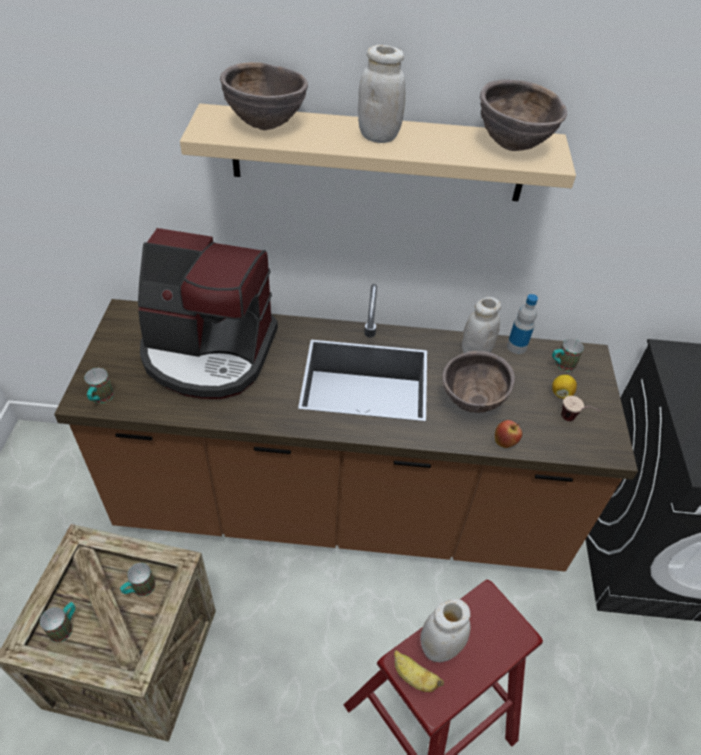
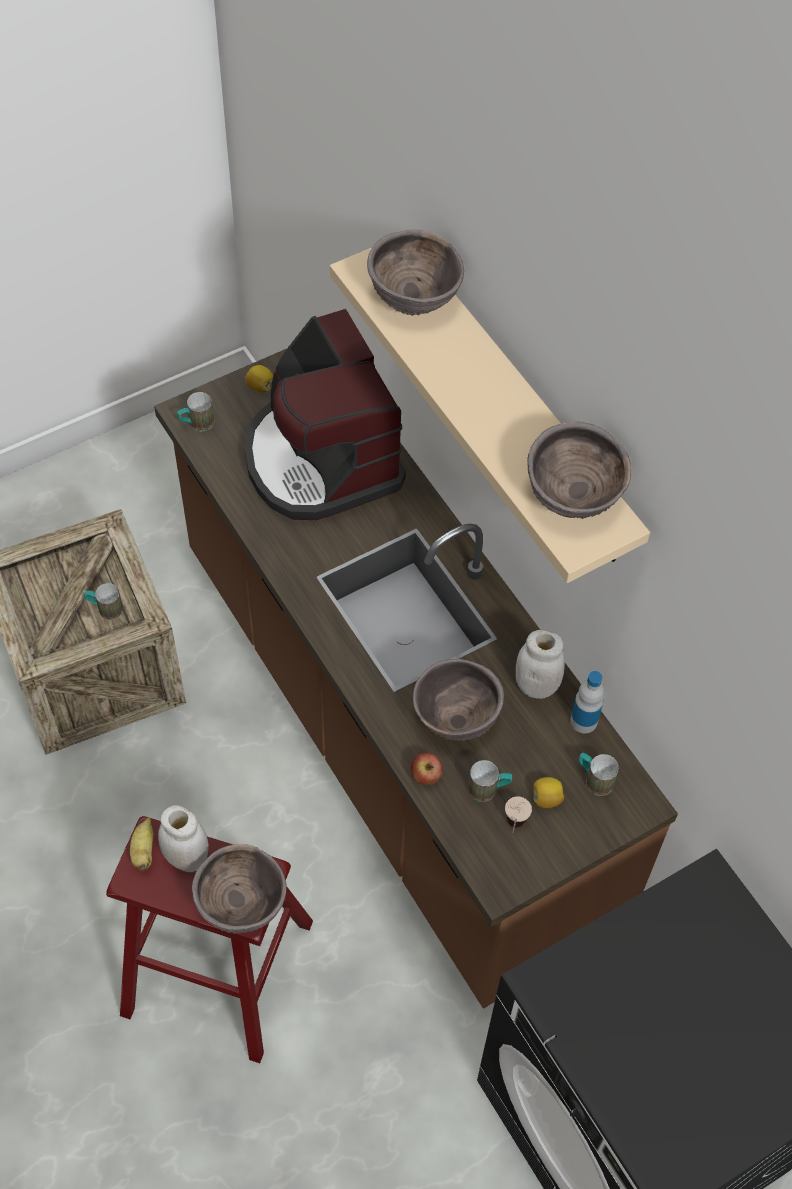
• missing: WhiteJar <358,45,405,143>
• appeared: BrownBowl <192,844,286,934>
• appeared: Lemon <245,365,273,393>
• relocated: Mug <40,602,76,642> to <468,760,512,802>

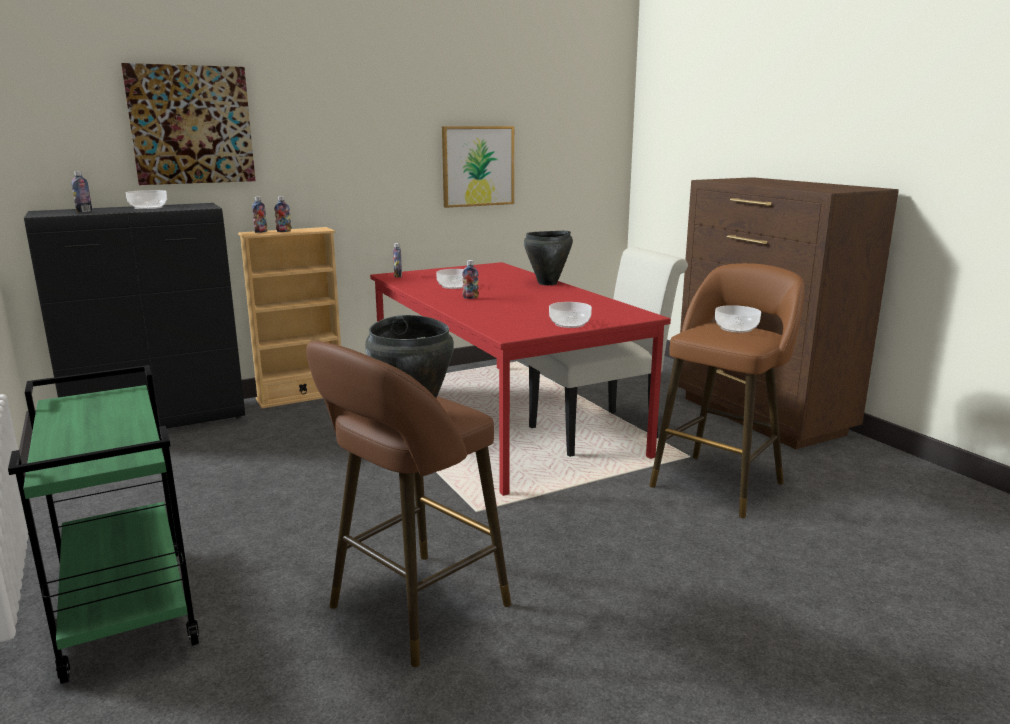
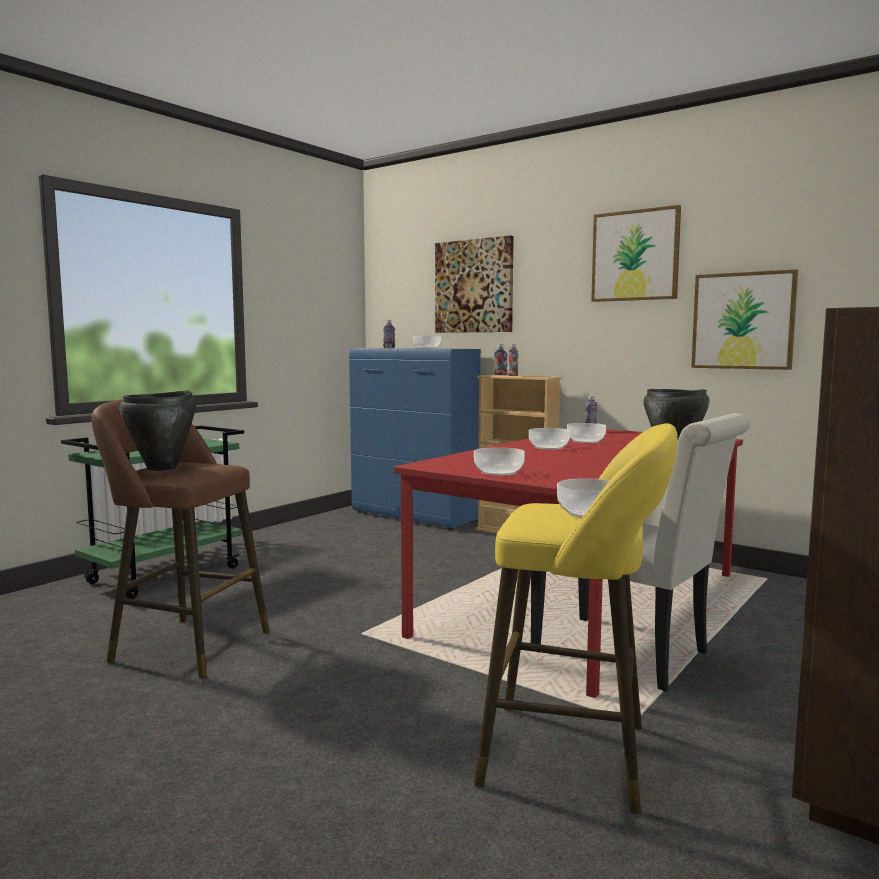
• appeared: Picture <591,205,681,302>
• exchanged: Bottle <462,260,479,299> to Bowl <529,428,570,450>
• colour: BlackCabinet <24,203,245,429> to BlueCabinet <349,348,480,530>
• colour: BrownStool <649,263,805,518> to YellowStool <474,423,678,814>

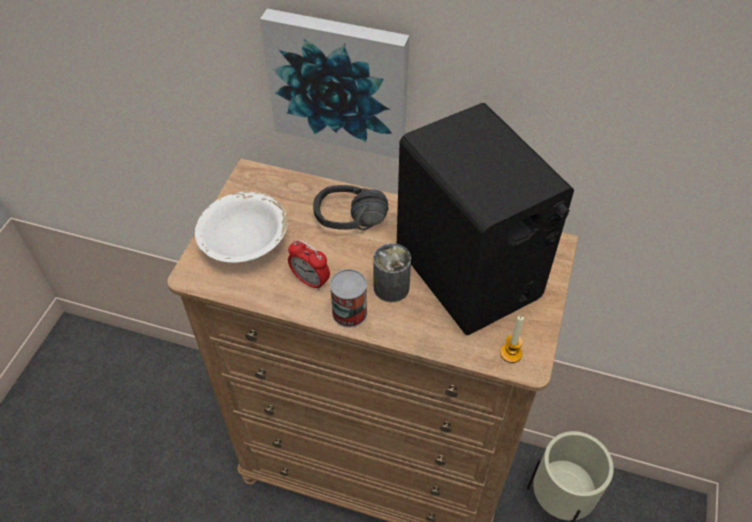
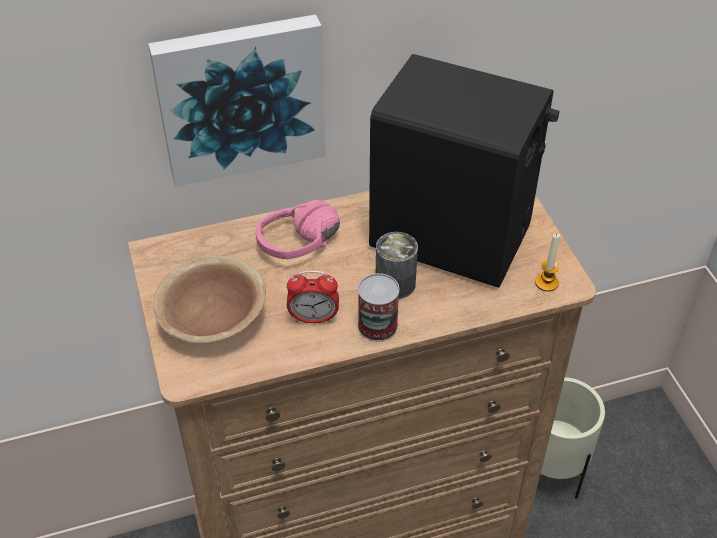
• colour: WhiteBowl <195,191,288,263> to BrownBowl <153,255,266,343>
• colour: BlackHeadphones <313,185,389,230> to PinkHeadphones <256,200,340,260>

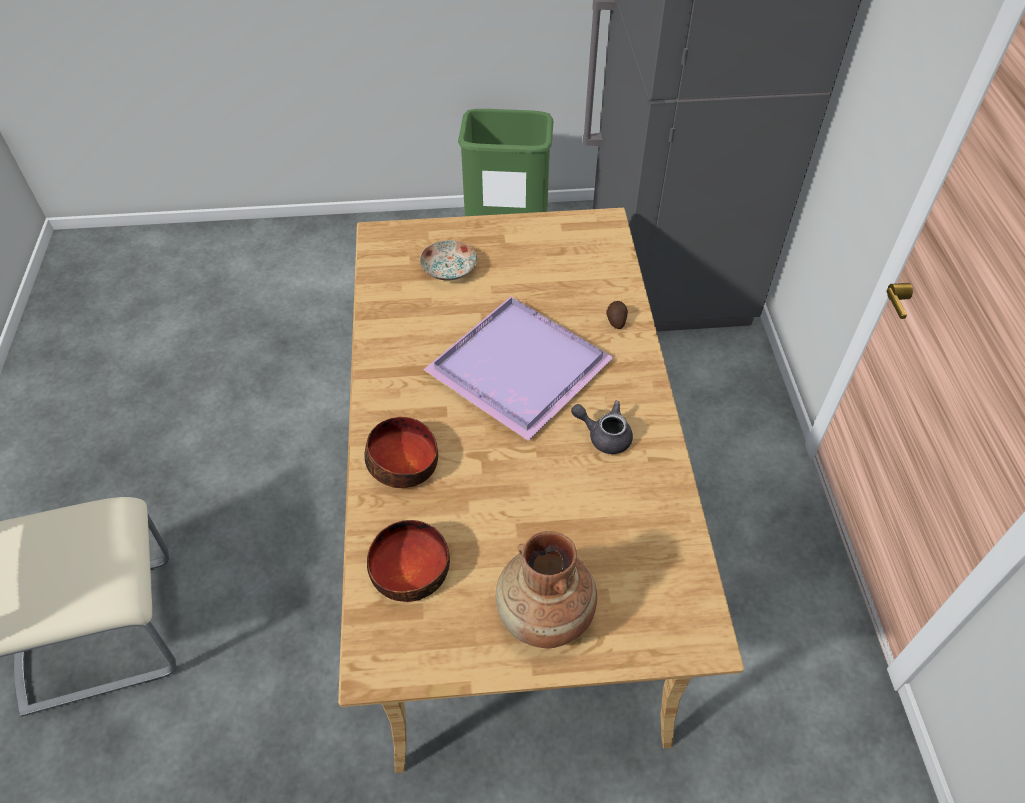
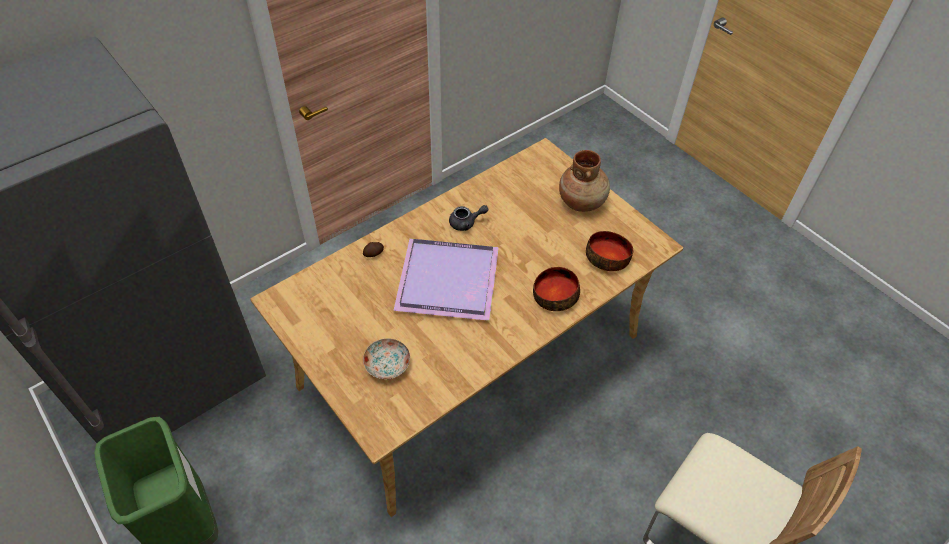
• spun: GreyTeapot <571,401,633,454> = <449,205,488,231> 90 degrees counterclockwise

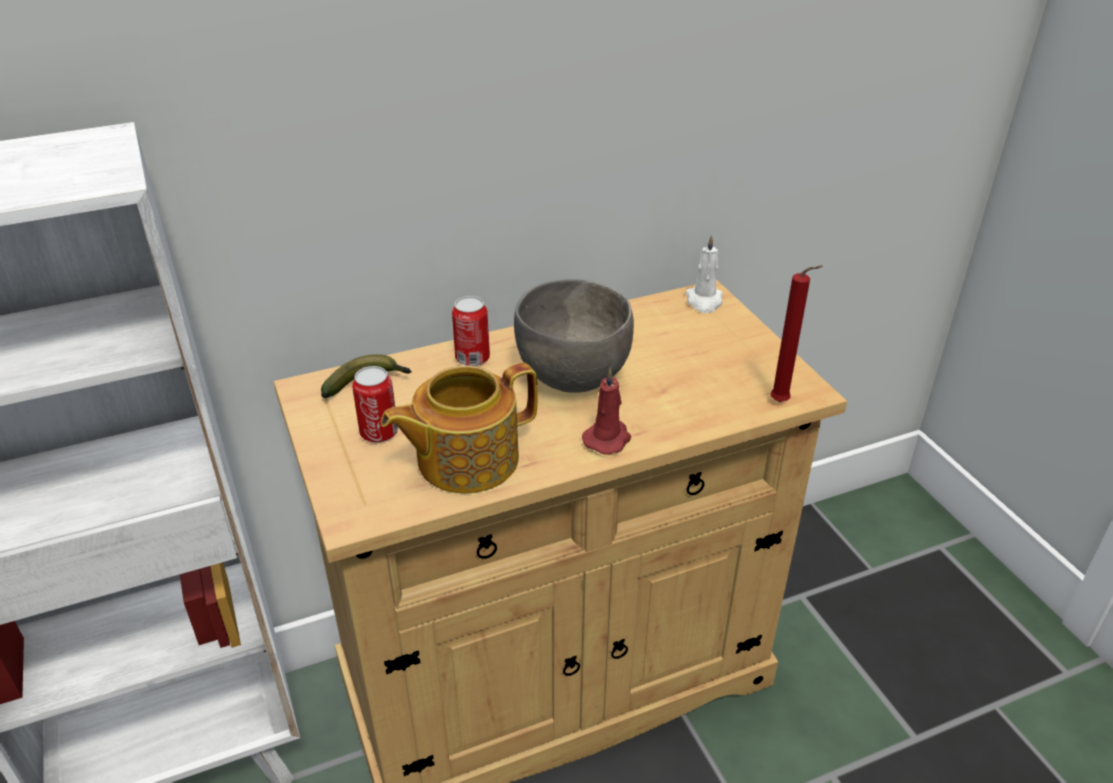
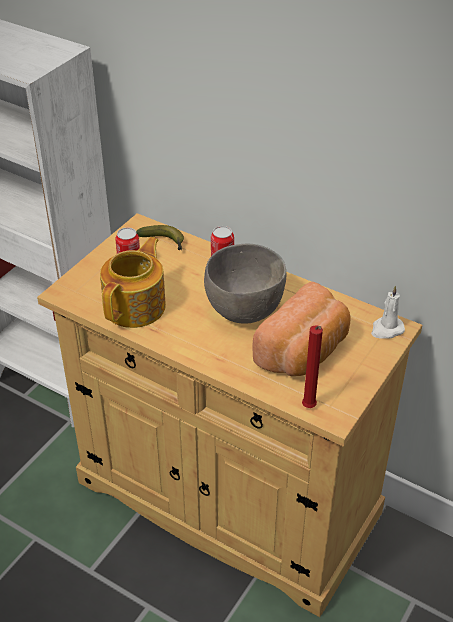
• missing: RedCandle <582,368,631,455>
• appeared: Bread <252,281,351,376>
• spun: Teapot <381,363,538,493> = <100,237,166,328> 90 degrees clockwise

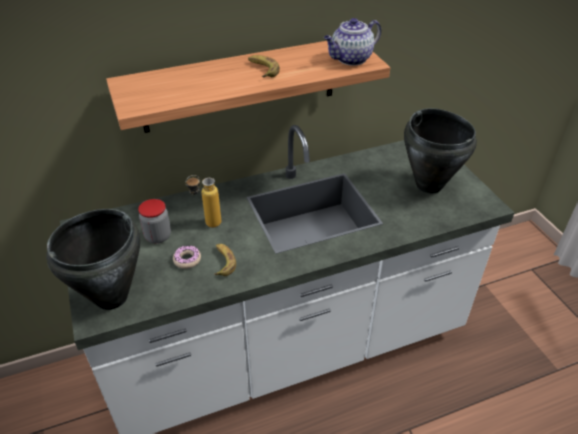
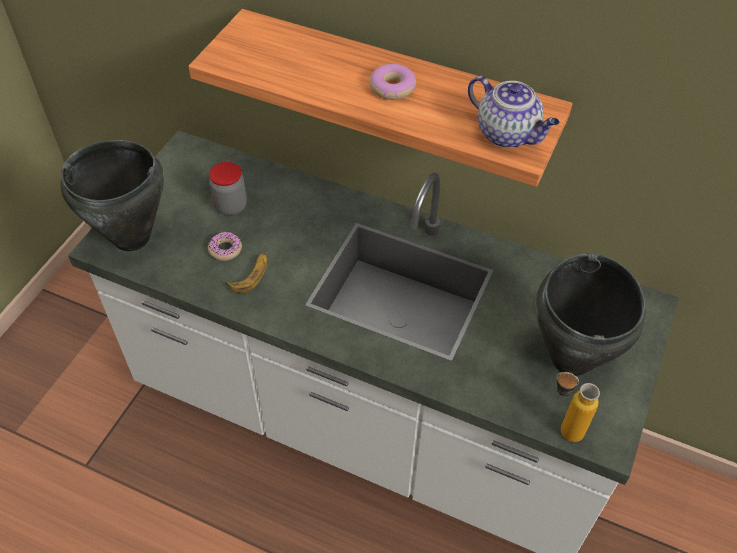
• relocated: Bottle <186,175,221,227> to <556,372,600,442>
• exchanged: Banana <248,55,280,77> to Donut <369,64,416,100>
• spun: Teapot <324,18,381,66> = <468,76,560,148> 150 degrees counterclockwise

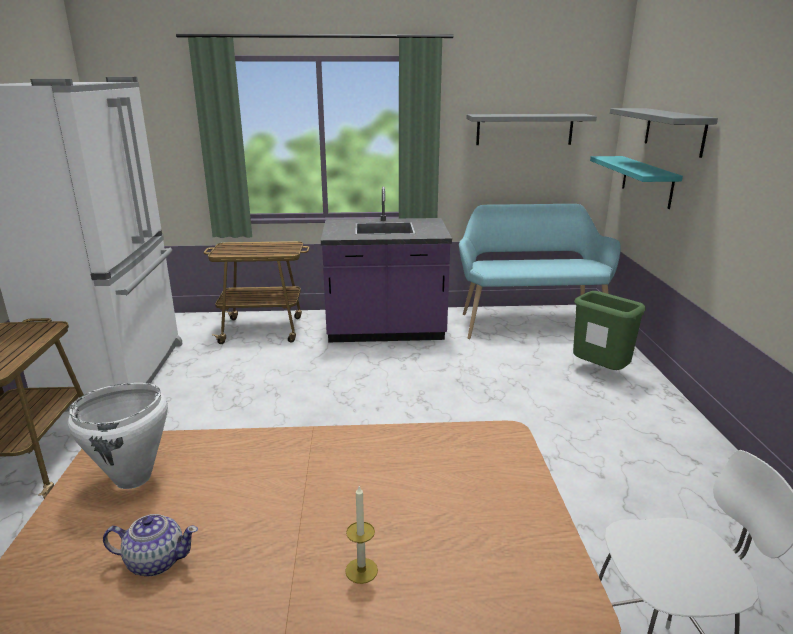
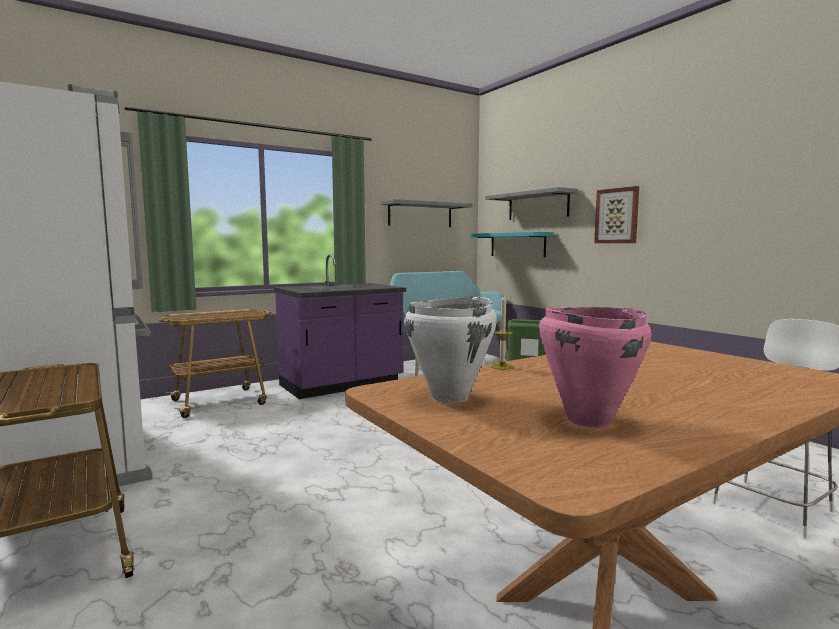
• appeared: Picture <594,186,639,243>
• relocated: Candle <345,486,378,584> to <491,295,514,370>
• exchanged: Teapot <103,514,198,576> to PinkCookingPot <539,307,652,428>

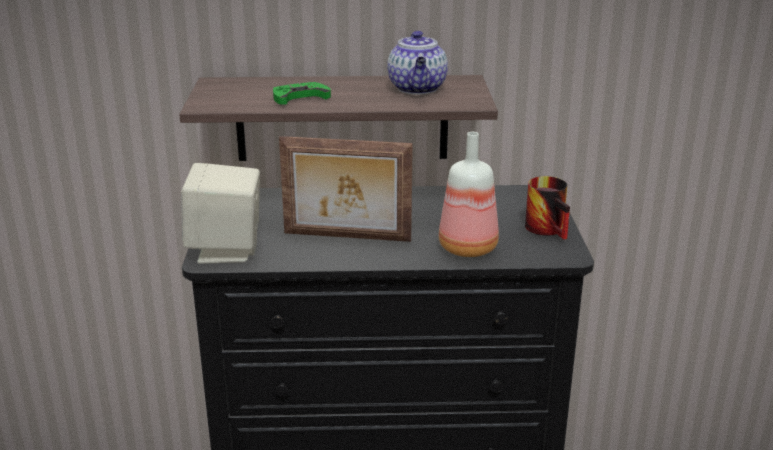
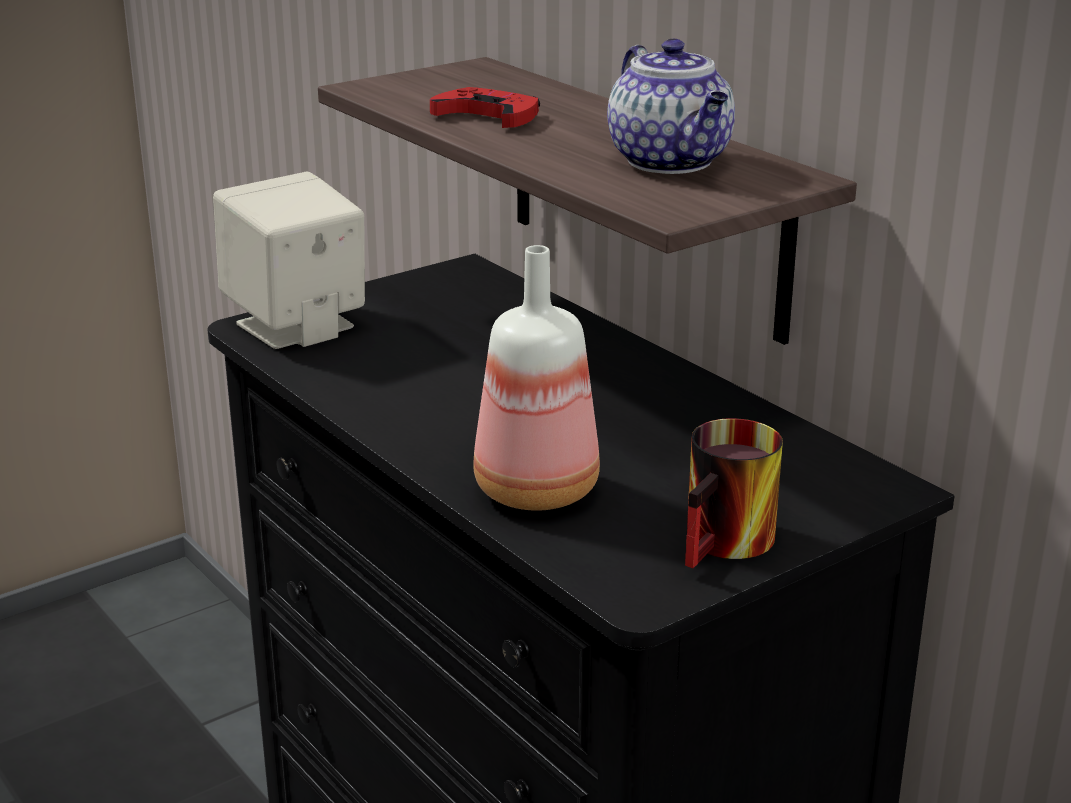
• missing: PictureFrame <279,136,413,242>
• colour: GreenGameController <273,82,331,105> to RedGameController <430,87,540,128>
• spun: Teapot <387,31,448,95> = <607,39,735,174> 75 degrees counterclockwise

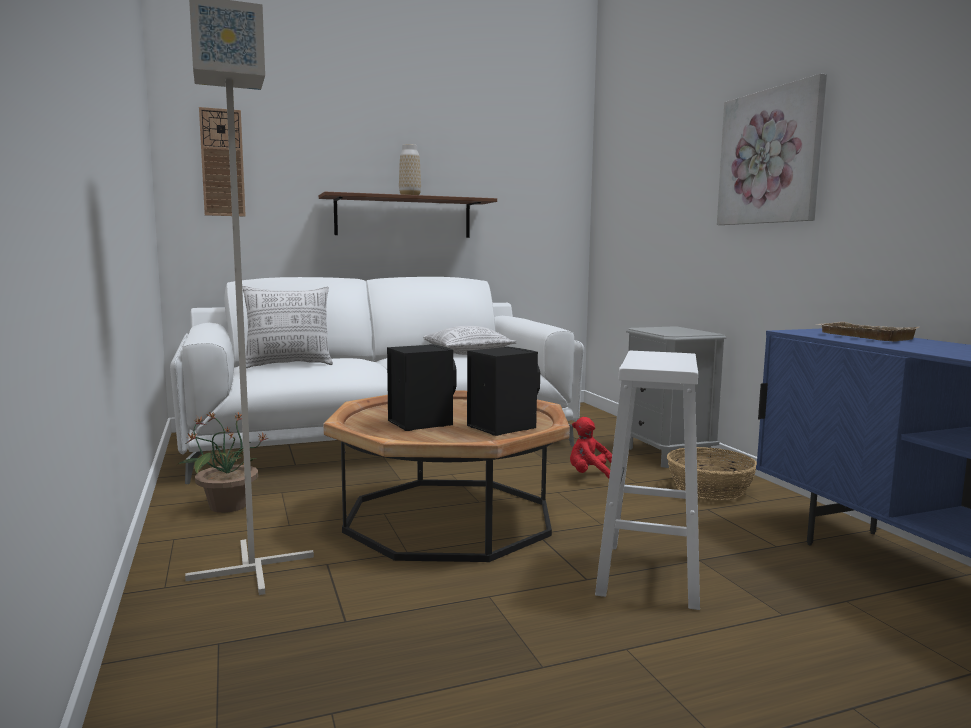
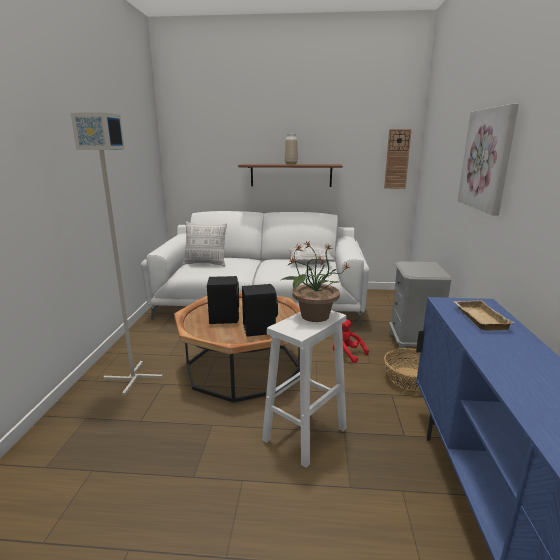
• relocated: PottedPlant <177,411,268,513> to <279,241,350,322>
• relocated: WallClock <199,107,246,216> to <384,129,412,189>

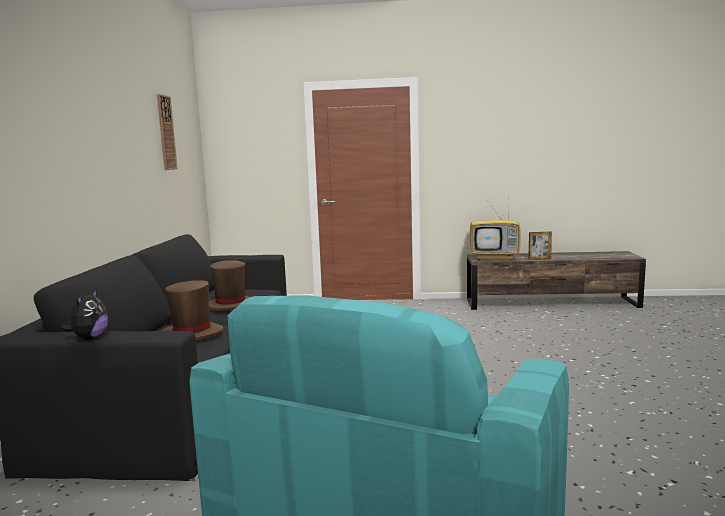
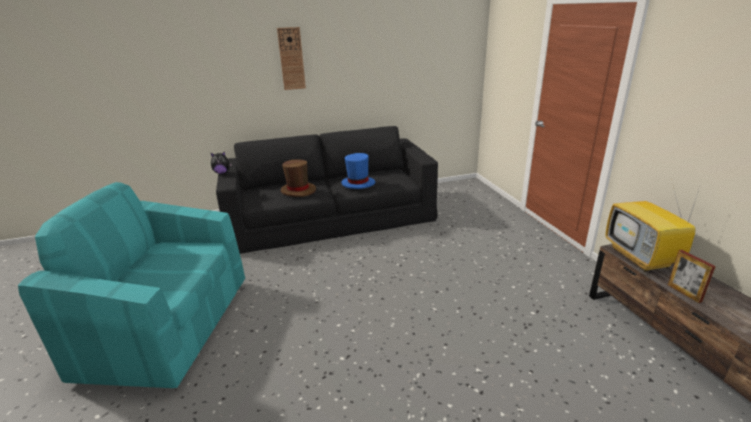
• relocated: WallClock <157,94,178,170> to <277,27,306,90>
• colour: BrownHat <209,260,250,310> to BlueHat <341,153,375,189>

